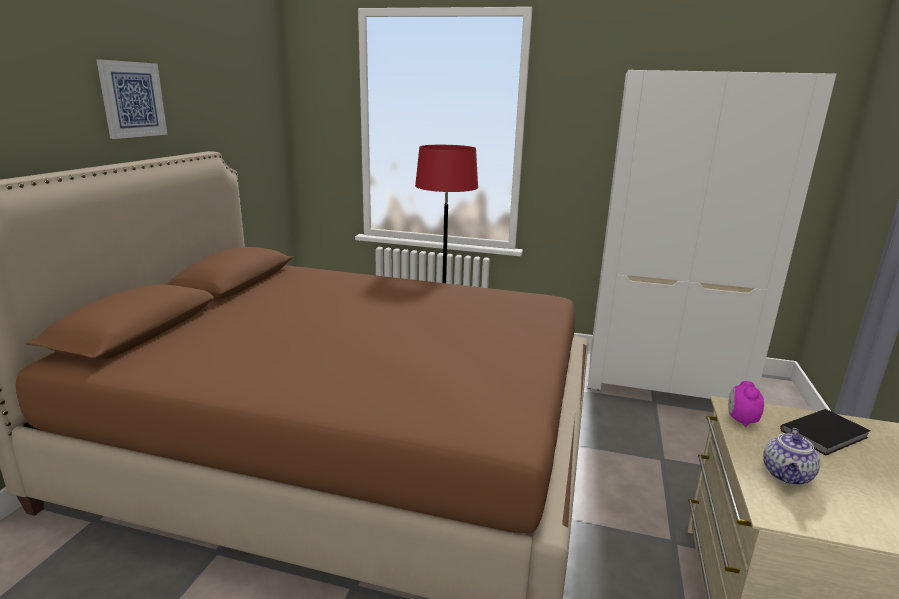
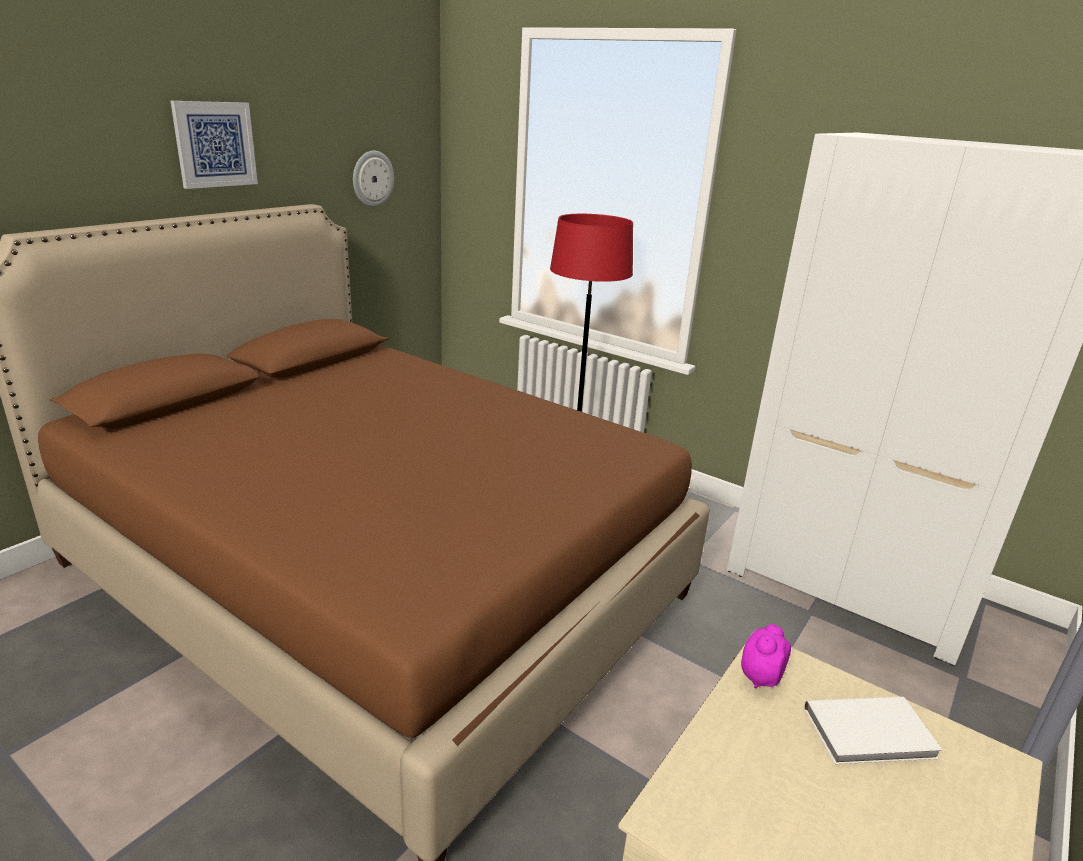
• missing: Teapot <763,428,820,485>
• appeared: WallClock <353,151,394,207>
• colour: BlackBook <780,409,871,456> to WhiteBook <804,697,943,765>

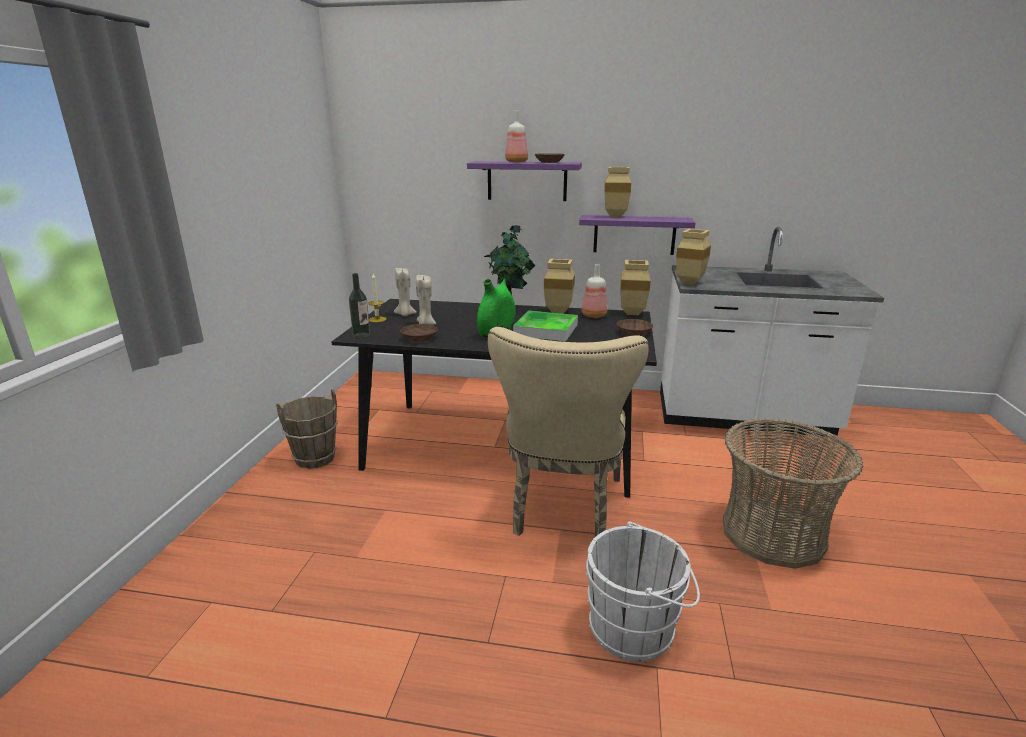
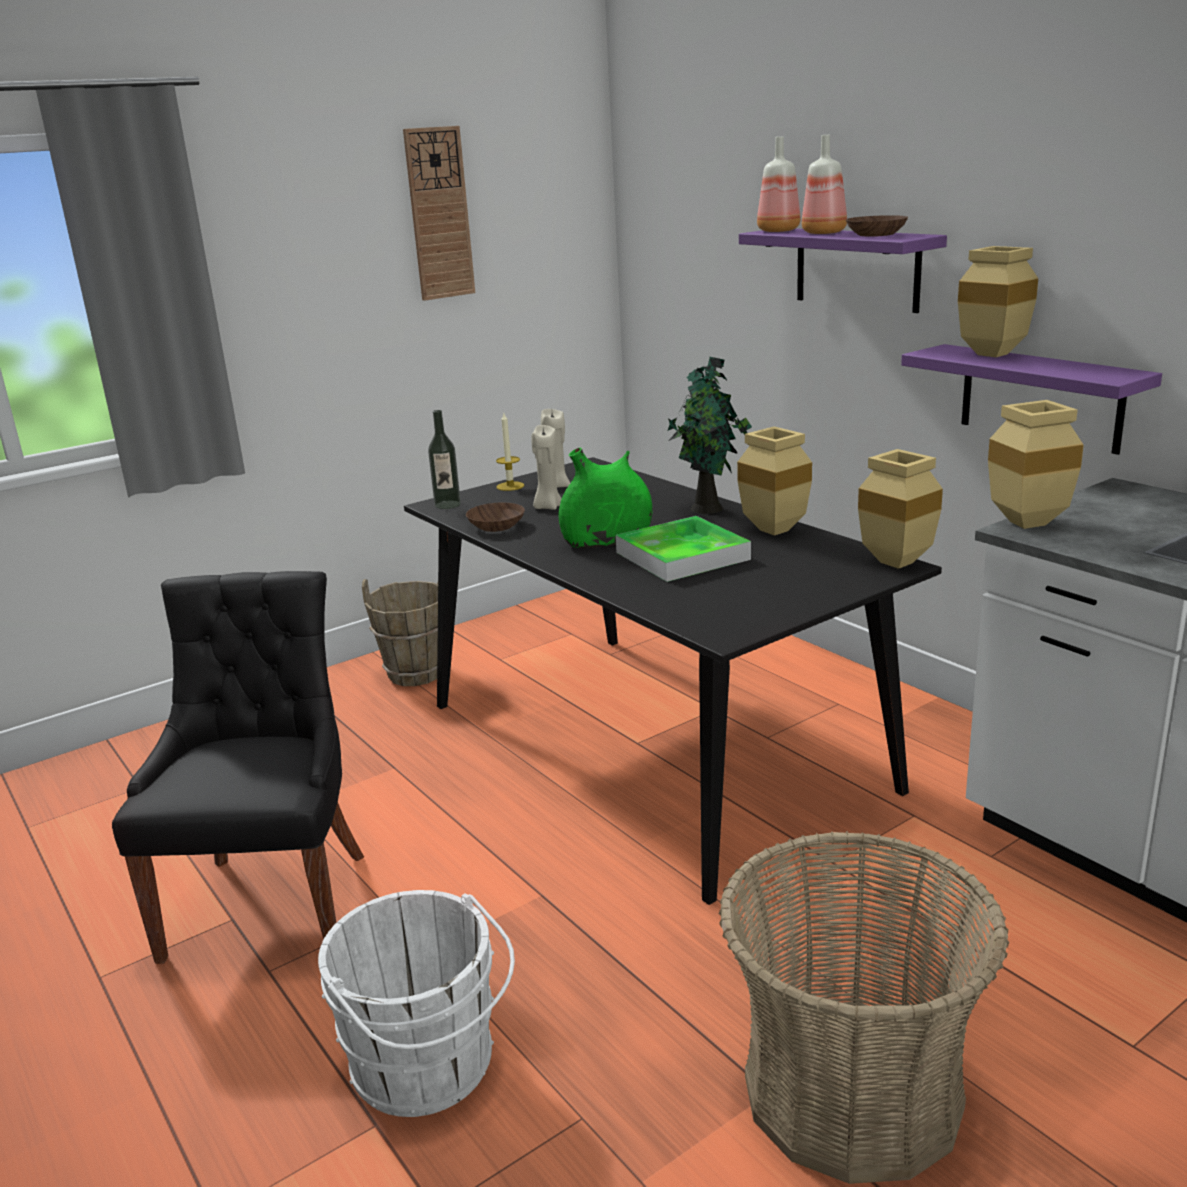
• missing: BeigeChair <488,327,649,537>
• missing: BrownBowl <617,319,653,336>
• appeared: BlackChair <112,571,364,964>
• appeared: WallClock <403,126,475,301>
• relocated: Bottle <582,264,607,318> to <757,137,800,232>

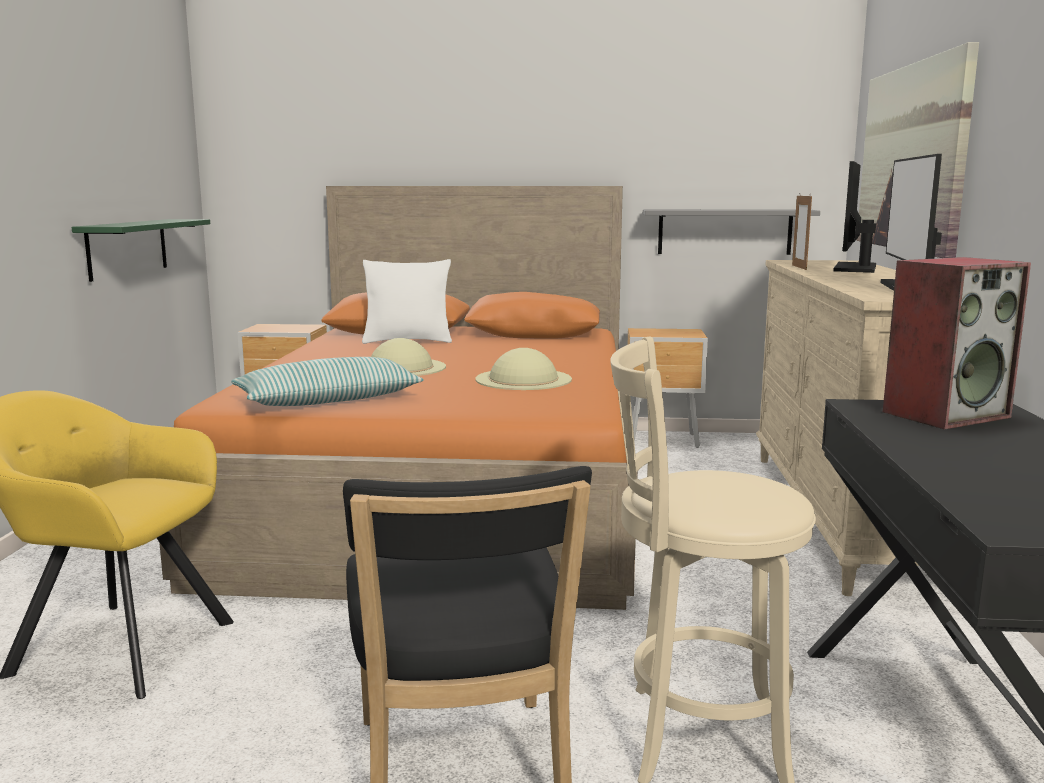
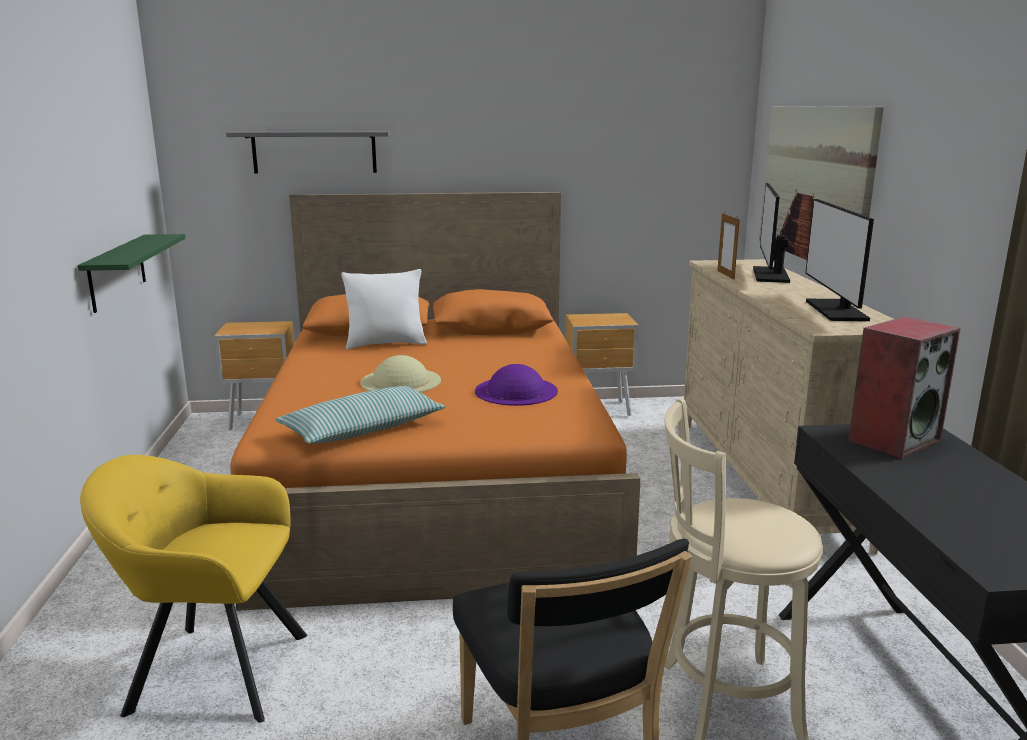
• relocated: GreyShelf <643,209,820,255> to <226,131,390,174>
• colour: BeigeHat <475,348,572,390> to PurpleHat <475,364,558,406>

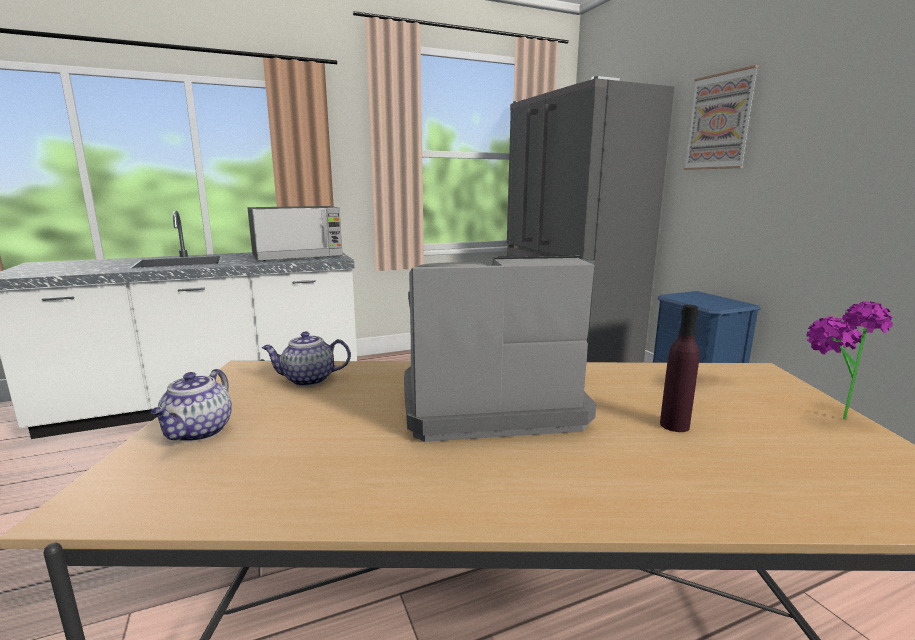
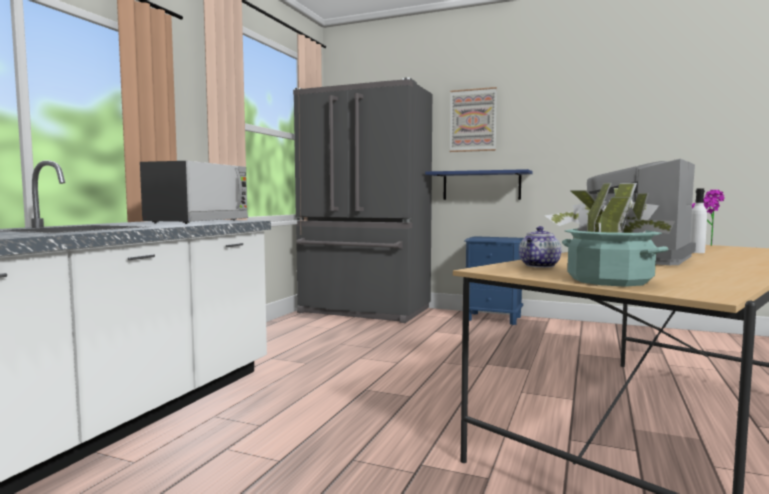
• appeared: BlueShelf <425,169,533,200>
• exchanged: Teapot <151,369,232,442> to PottedPlant <545,183,675,287>
• colour: PurpleBottle <660,305,699,432> to WhiteBottle <690,188,707,253>

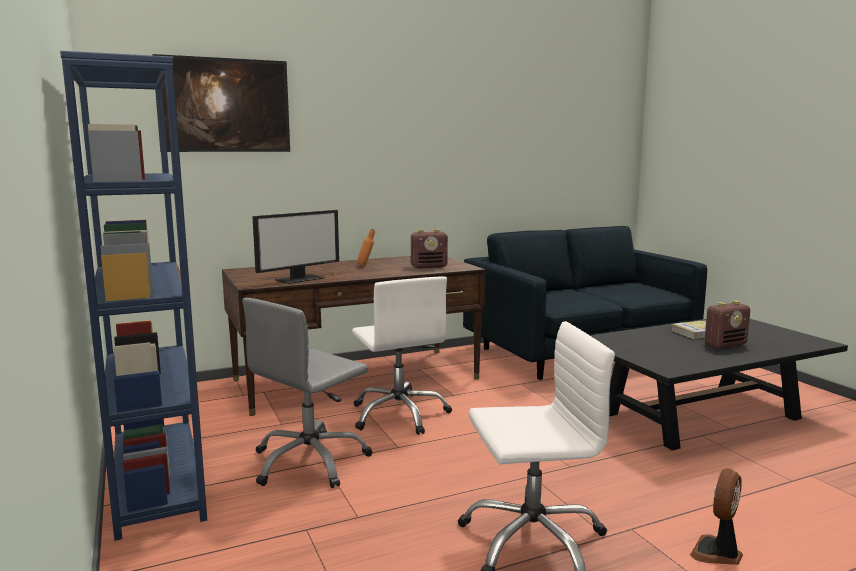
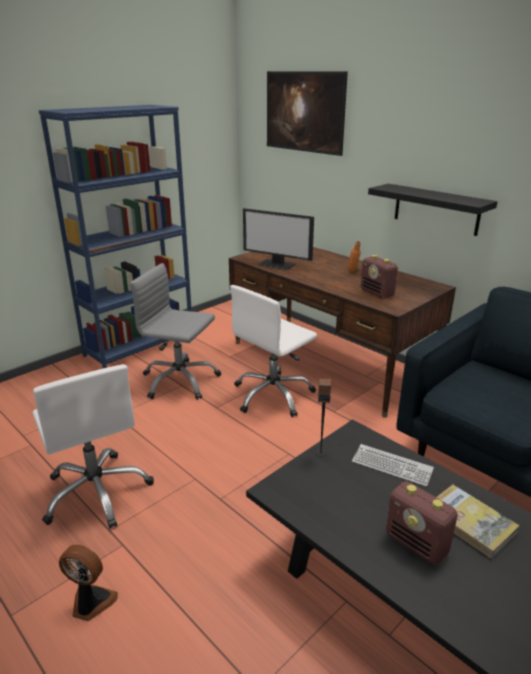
• appeared: Speaker <315,379,331,457>
• appeared: Keyboard <352,444,434,487>
• appeared: BlackShelf <368,184,498,236>

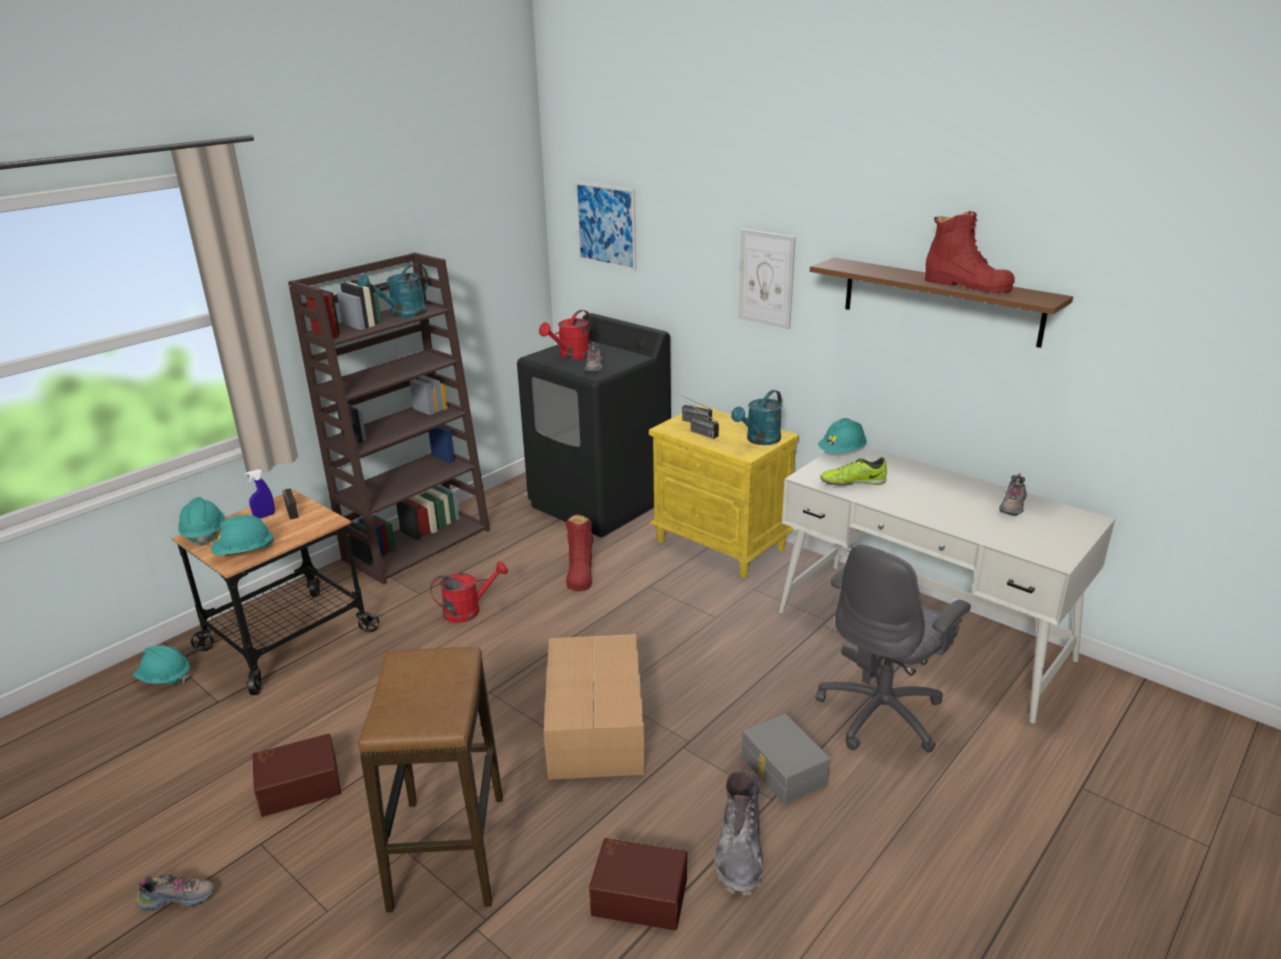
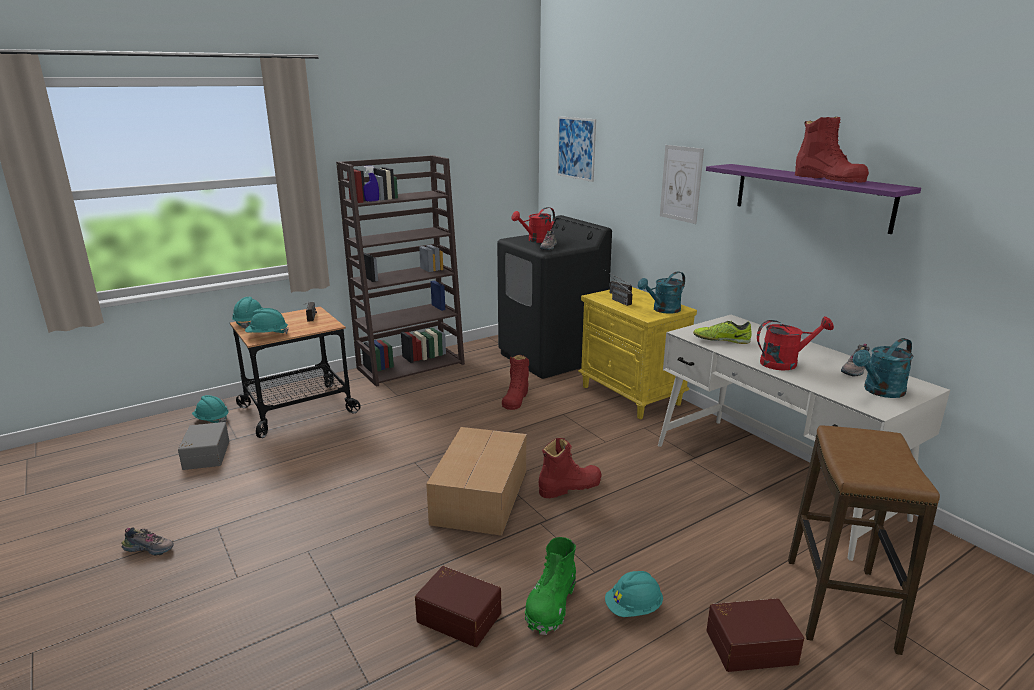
• missing: GreyOfficeChair <816,544,971,753>
• appeared: RedBoot <539,438,602,498>
• relocated: BlueSprayBottle <245,469,275,519> to <363,166,379,202>
• relocated: BrownStorageBox <252,733,341,817> to <706,598,804,672>
• relocated: TurquoiseWateringCan <358,264,428,318> to <853,338,914,398>
• relocated: Stool <358,647,503,912> to <788,425,940,655>
• relocated: RedWateringCan <430,561,508,623> to <757,316,834,370>
• relocated: GreyStorageBox <742,714,830,804> to <178,422,229,470>
• relocated: TurquoiseHardHat <818,418,867,454> to <605,571,663,617>
• colour: GreyBoot <715,771,764,896> to GreenBoot <525,537,576,635>
• colour: BrownShelf <810,258,1073,348> to PurpleShelf <706,164,921,234>

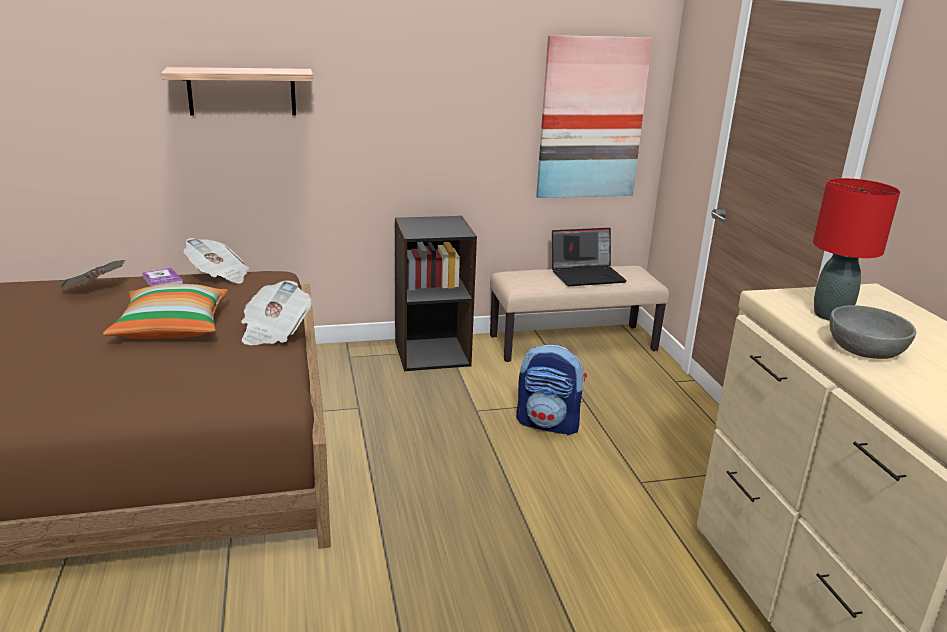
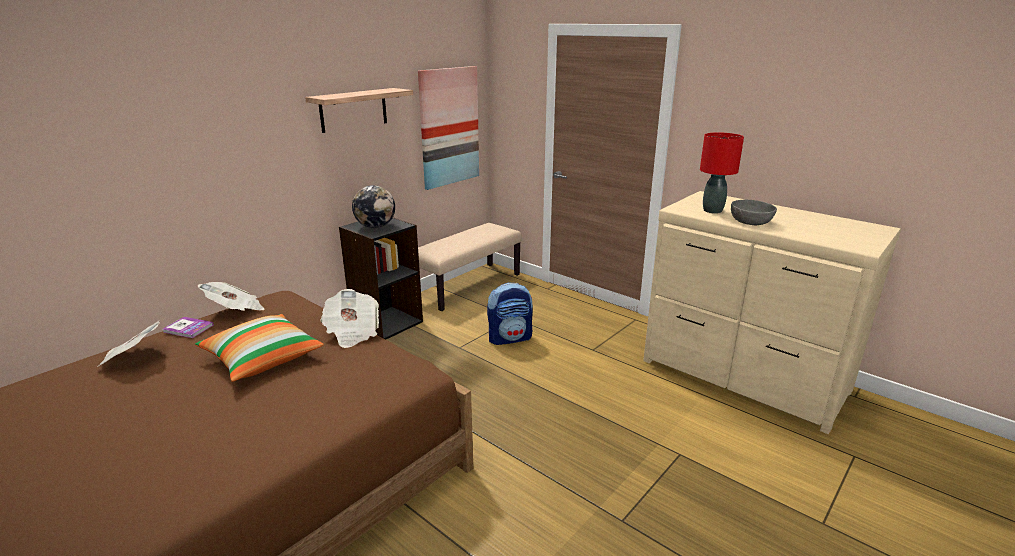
• missing: Laptop <552,228,627,286>
• appeared: Globe <352,185,395,228>
• relocated: Shelf <161,67,313,116> to <305,88,413,133>

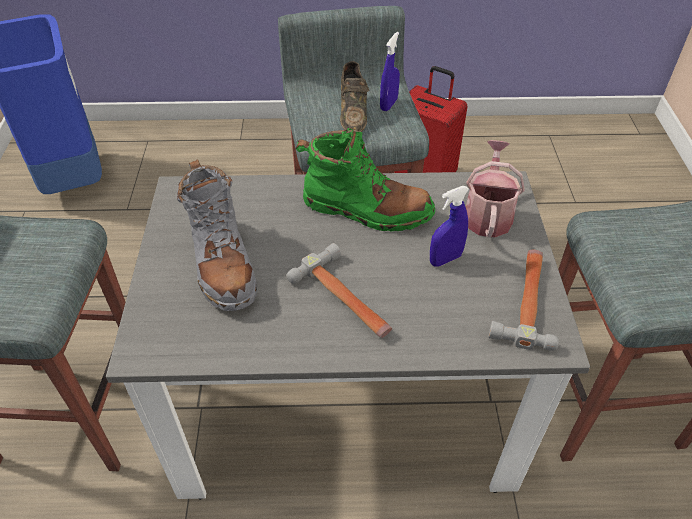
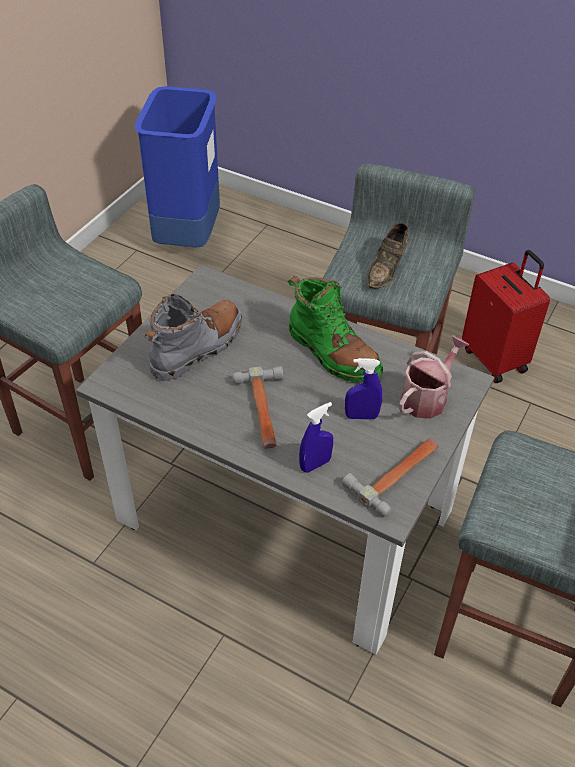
• relocated: BlueSprayBottle <380,32,400,111> to <299,402,333,473>
• spun: GreyBoot <177,159,258,311> = <145,294,242,381> 150 degrees counterclockwise

